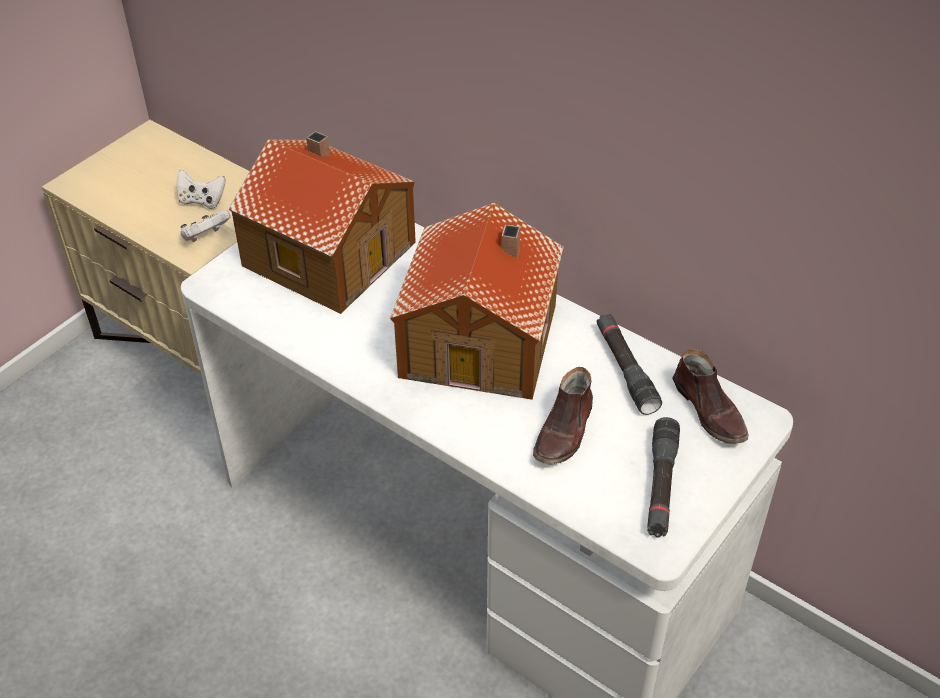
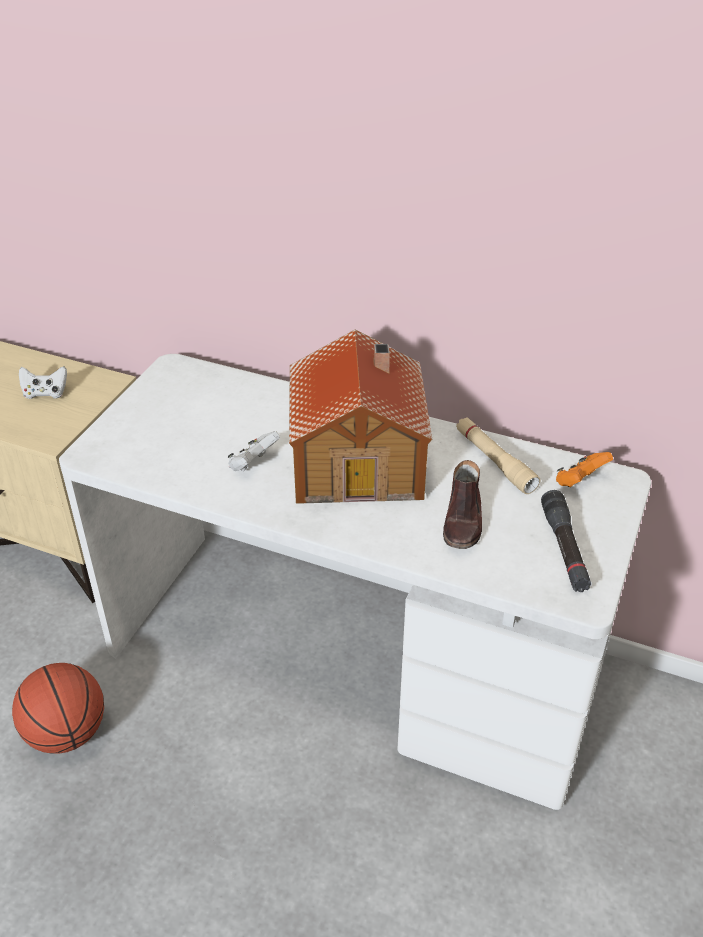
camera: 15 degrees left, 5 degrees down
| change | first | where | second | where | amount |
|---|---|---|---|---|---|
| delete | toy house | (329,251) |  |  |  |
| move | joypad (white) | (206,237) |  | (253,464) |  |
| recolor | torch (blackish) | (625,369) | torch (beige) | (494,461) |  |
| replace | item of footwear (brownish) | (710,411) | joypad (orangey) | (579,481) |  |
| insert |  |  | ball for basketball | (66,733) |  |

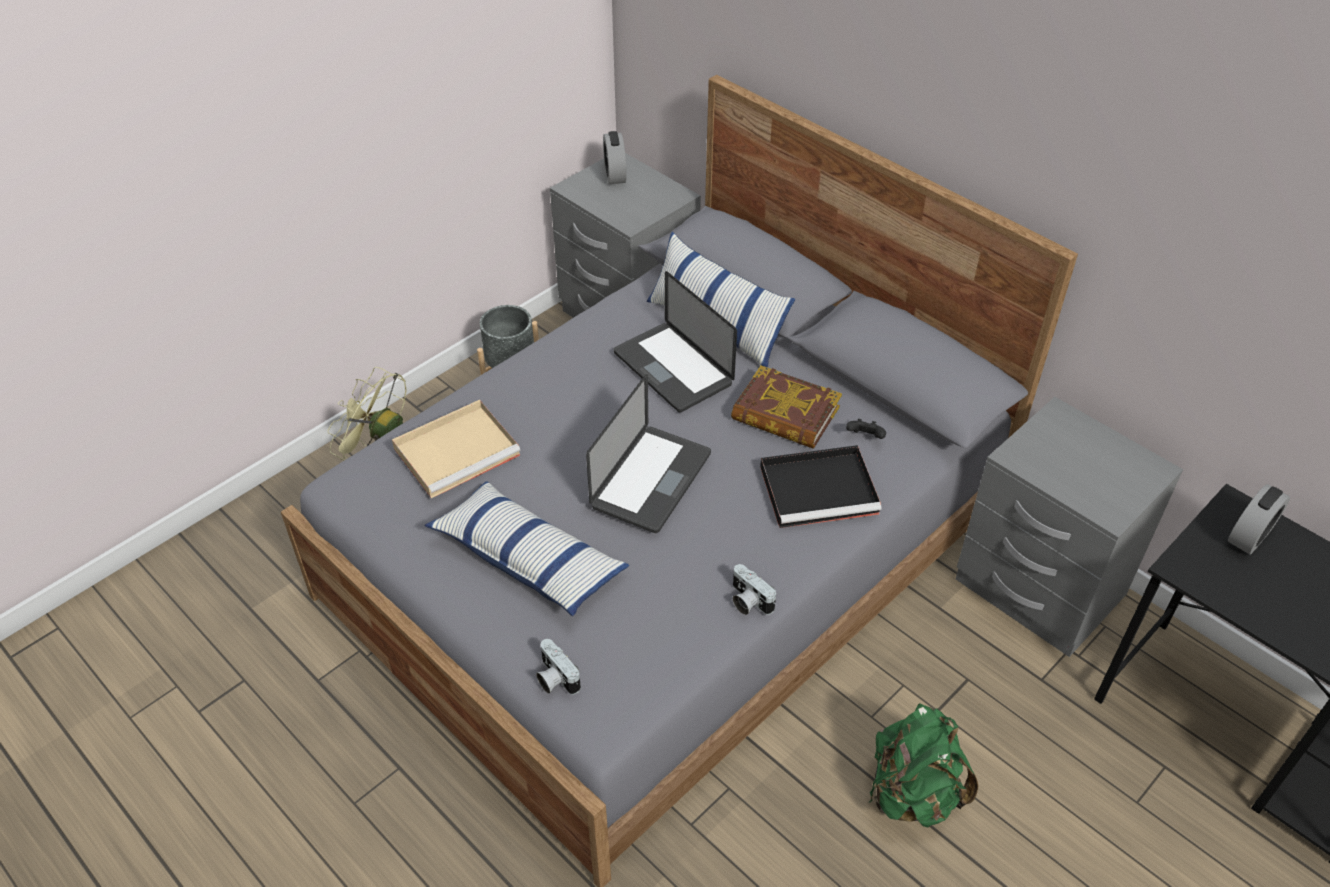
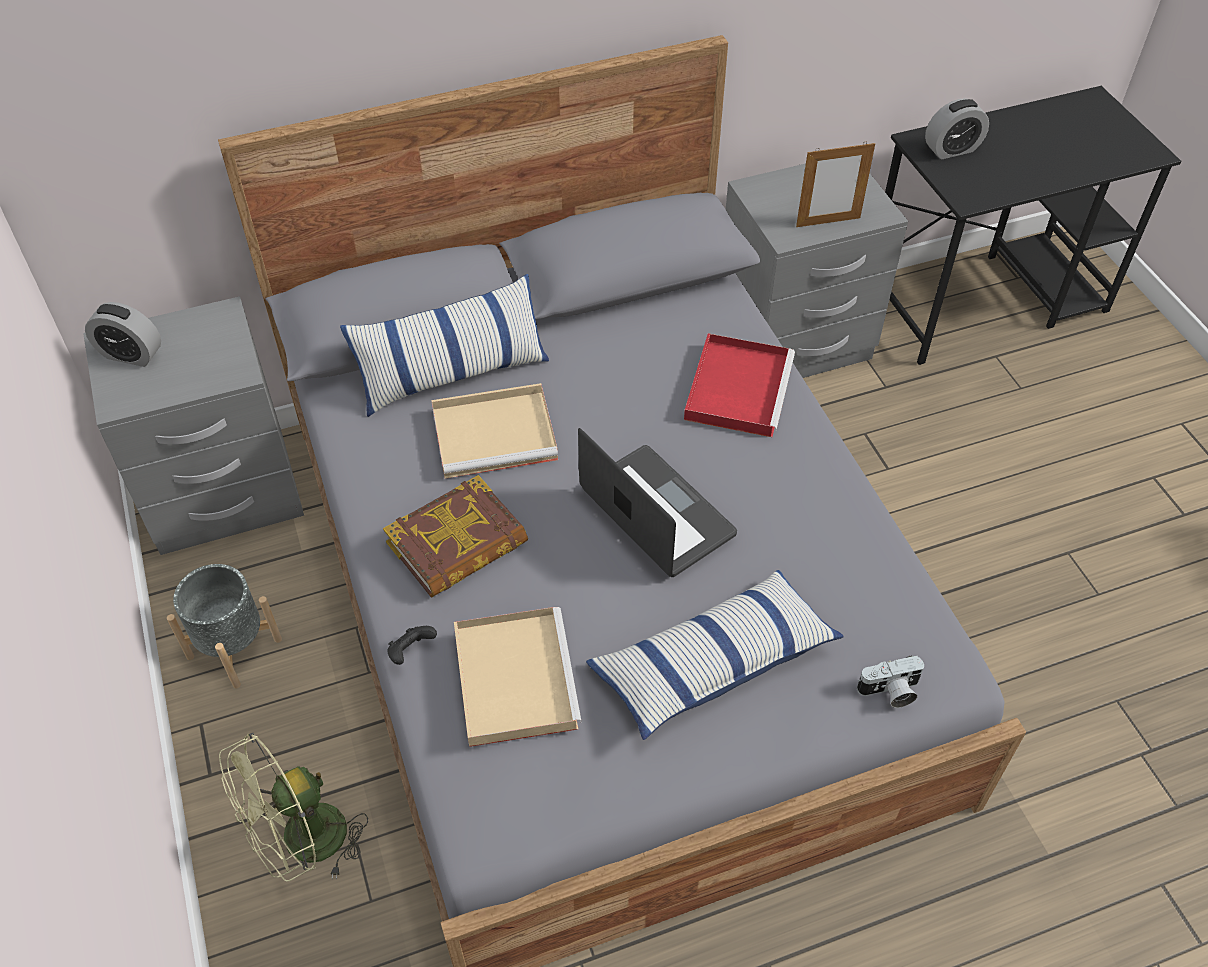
camera: 65 degrees left, 5 degrees up
| change | first | where | second | where | amount |
|---|---|---|---|---|---|
| replace | portable computer | (672,368) | carrying tray (beige) | (497,433) |  |
| move | book | (785,414) |  | (458,544) |  |
| move | joypad (blackish) | (865,438) |  | (411,652) |  |
| recolor | carrying tray (blackish) | (821,489) | carrying tray (red-coloured) | (738,387) |  |
| rotate | table clock | (1249,536) |  | (951,149) | 90 degrees clockwise |
| delete | photo camera | (748,601) |  |  |  |
| delete | knapsack (green-coloured) | (912,793) |  |  |  |
| insert |  |  | standing frame | (828,222) |  |

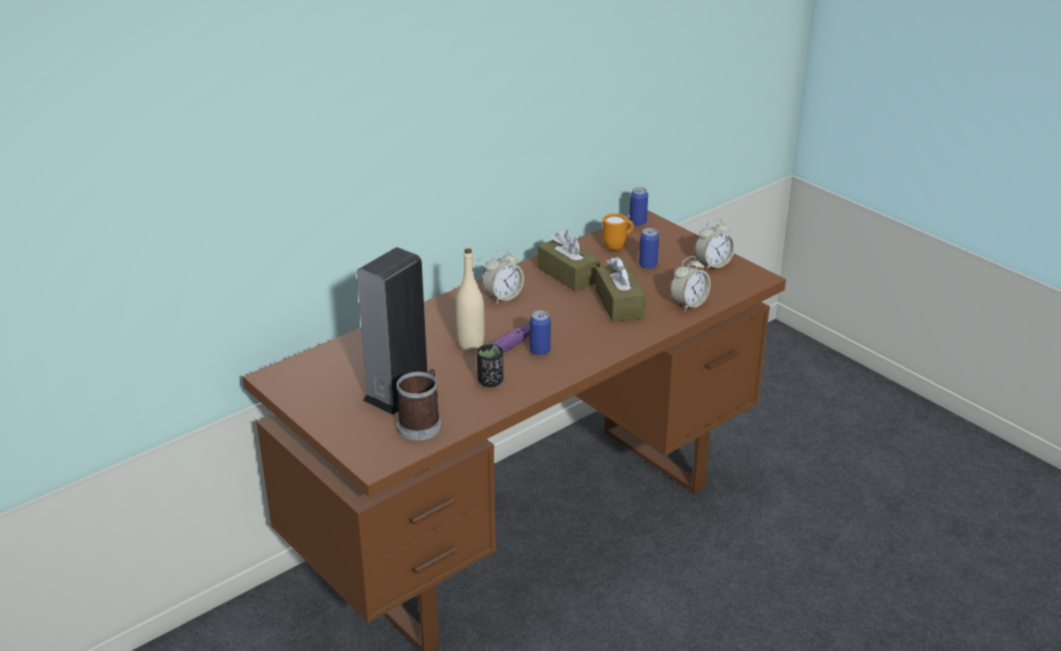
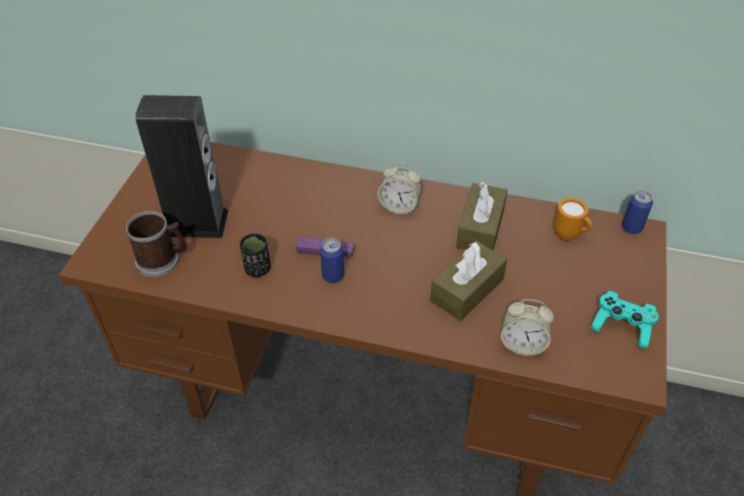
camera: 55 degrees right, 15 degrees up
| change | first | where | second | where | amount |
|---|---|---|---|---|---|
| replace | table clock | (713,264) | joypad (turquoise-coloured) | (622,326) |  |
| delete | can | (648,265) |  |  |  |
| delete | drink bottle (beige) | (470,343) |  |  |  |

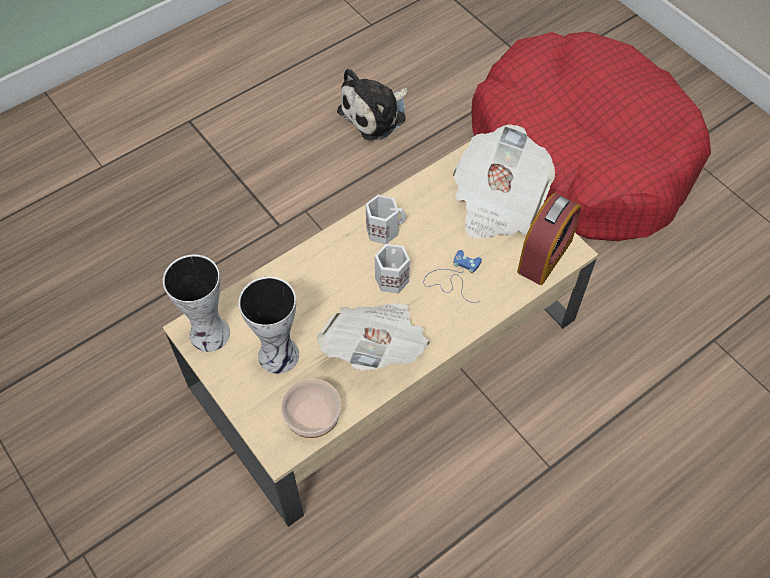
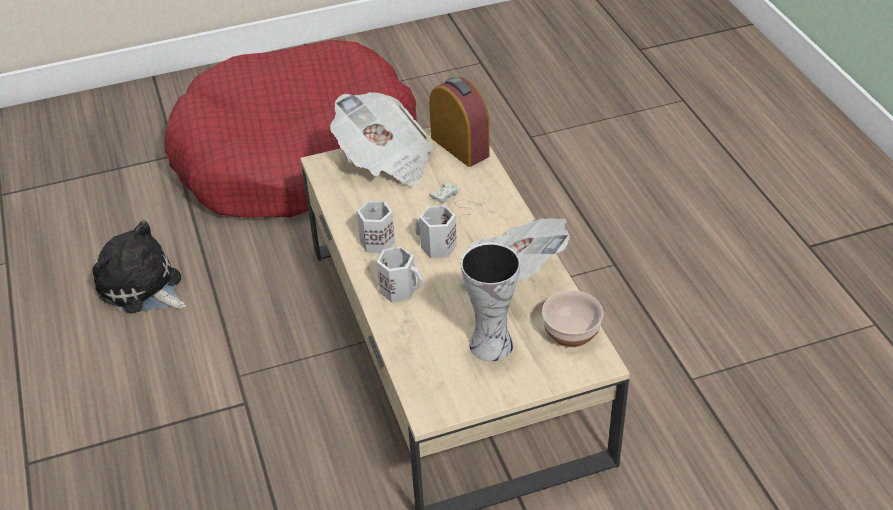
camera: 70 degrees left, 15 degrees down
| change | first | where | second | where | amount |
|---|---|---|---|---|---|
| rotate | cuddly toy | (375,114) |  | (142,288) | 150 degrees clockwise |
| recolor | joypad (bluish) | (453,277) | joypad (white) | (456,206) |  |
| delete | vase | (208,335) |  |  |  |
| insert |  |  | coffee mug (white) | (400,289) |  |

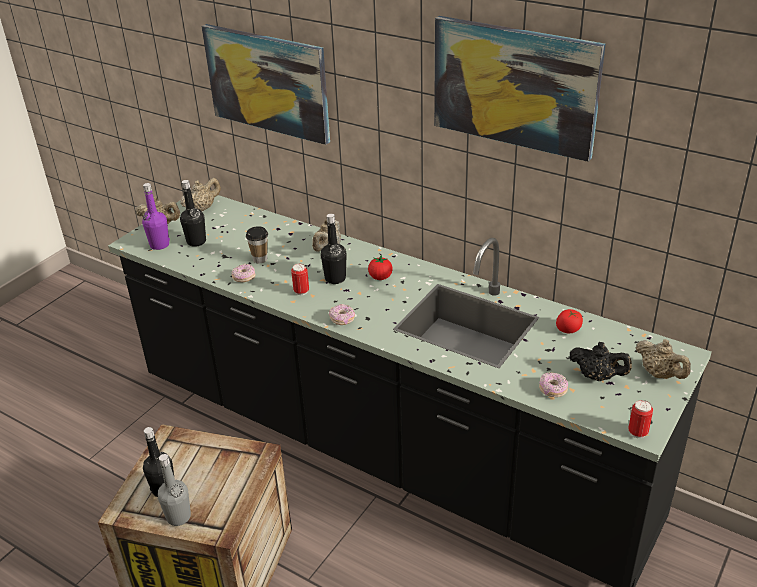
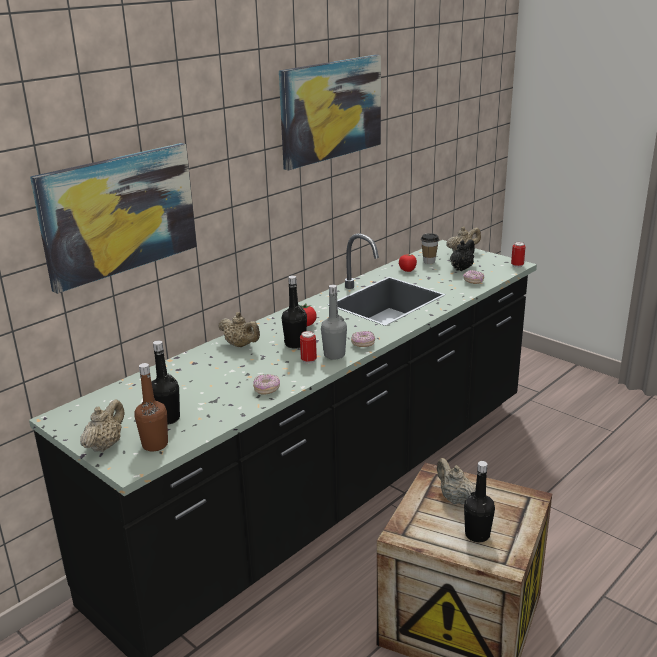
camera: 80 degrees left, 10 degrees down
| change | first | where | second | where | amount |
|---|---|---|---|---|---|
| move | teapot (beige) | (202,208) |  | (454,498) |  |
| recolor | drink bottle (purple) | (159,245) | drink bottle (brownish) | (155,445) |  |
| move | drinking cup | (260,259) |  | (429,261) |  |
| move | drink bottle (gray) | (178,517) |  | (334,355) |  |

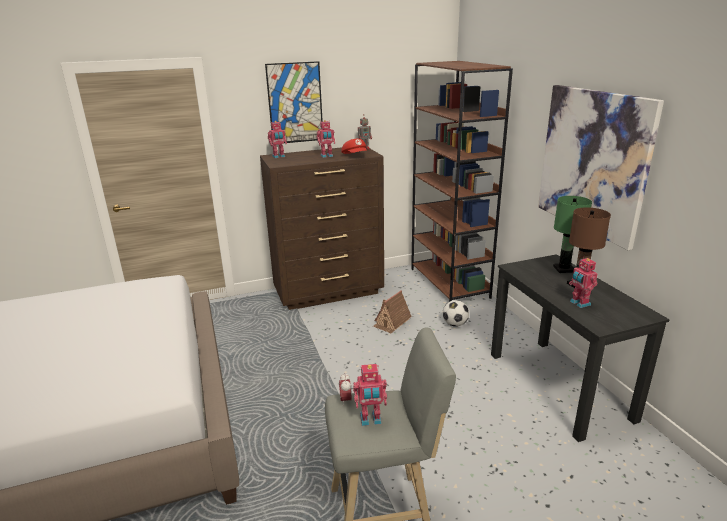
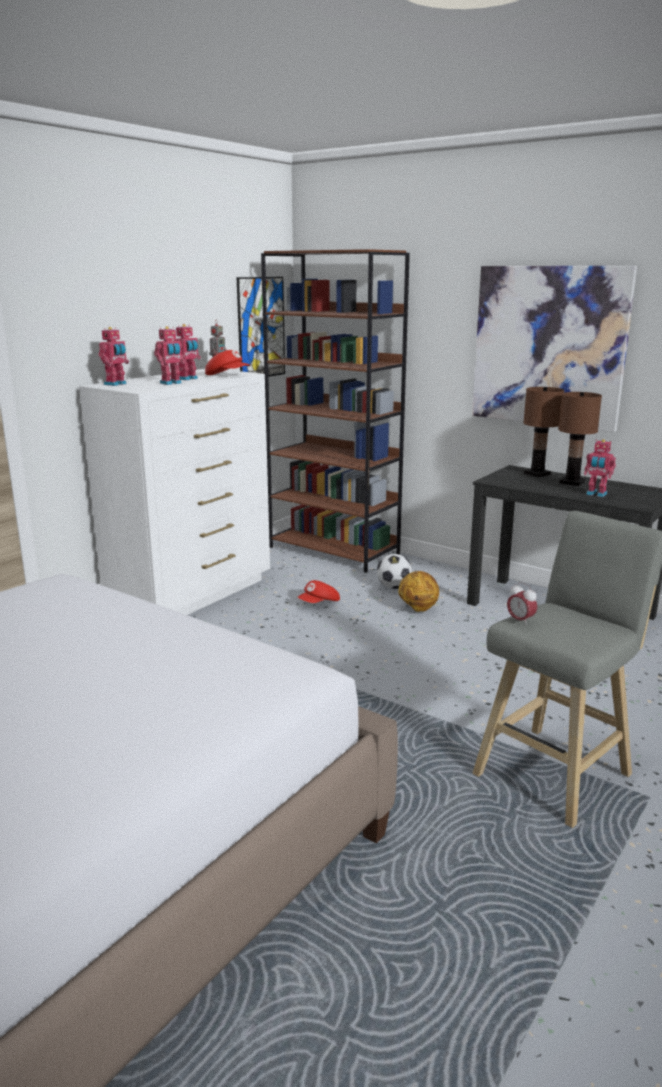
camera: 35 degrees left, 5 degrees down
| change | first | where | second | where | amount |
|---|---|---|---|---|---|
| move | wall art | (295,103) |  | (261,328) |  |
| recolor | drawer chest (brownish) | (329,292) | drawer chest (white) | (193,594) |  |
| recolor | tabletop lamp (green-coloured) | (564,269) | tabletop lamp (brownish) | (537,474) |  |
| replace | toy house | (391,322) | peaked cap (red-coloured) | (319,604) |  |
| move | robot figure | (370,420) |  | (171,383) |  |
| insert |  |  | ball for basketball | (418,609) |  |

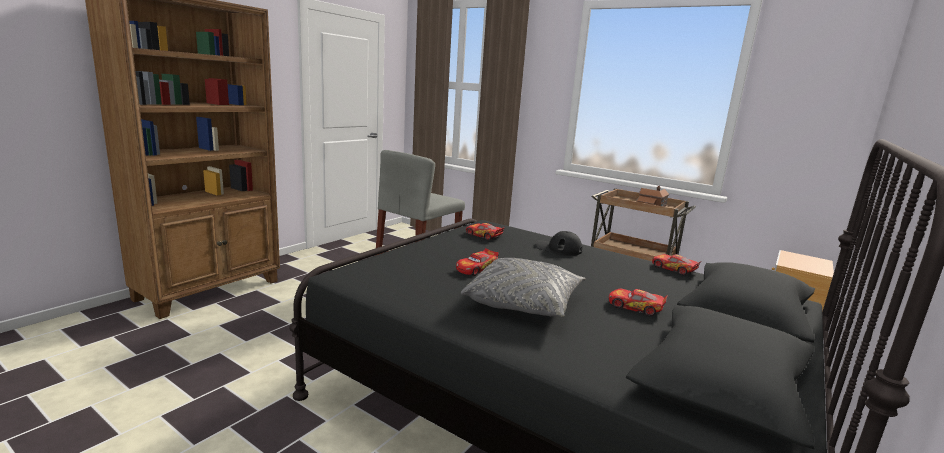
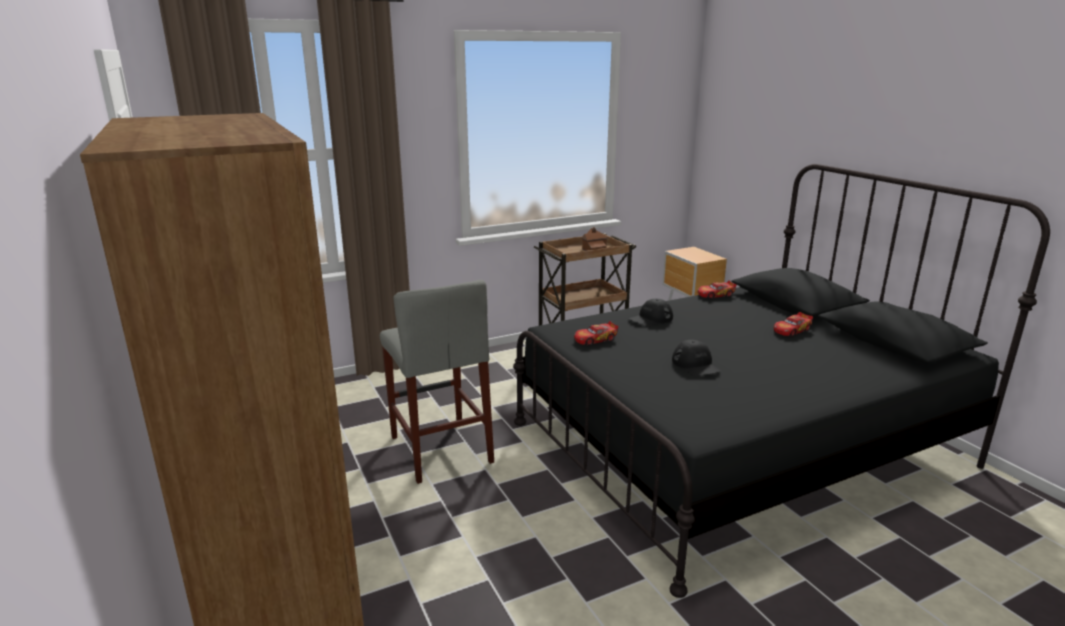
camera: 60 degrees left, 5 degrees up
| change | first | where | second | where | amount |
|---|---|---|---|---|---|
| replace | toy car | (476,269) | peaked cap (blackish) | (696,365) |  |
| delete | pillow (gray) | (524,303) |  |  |  |

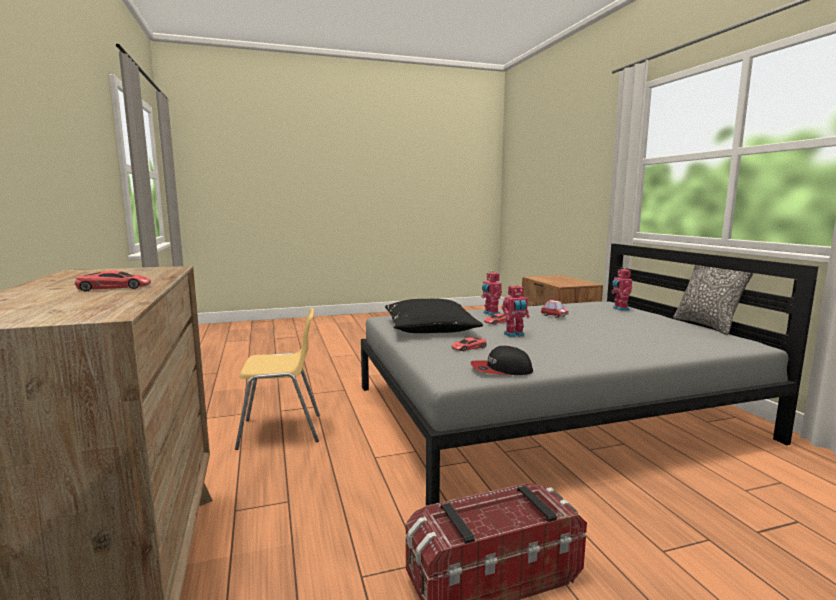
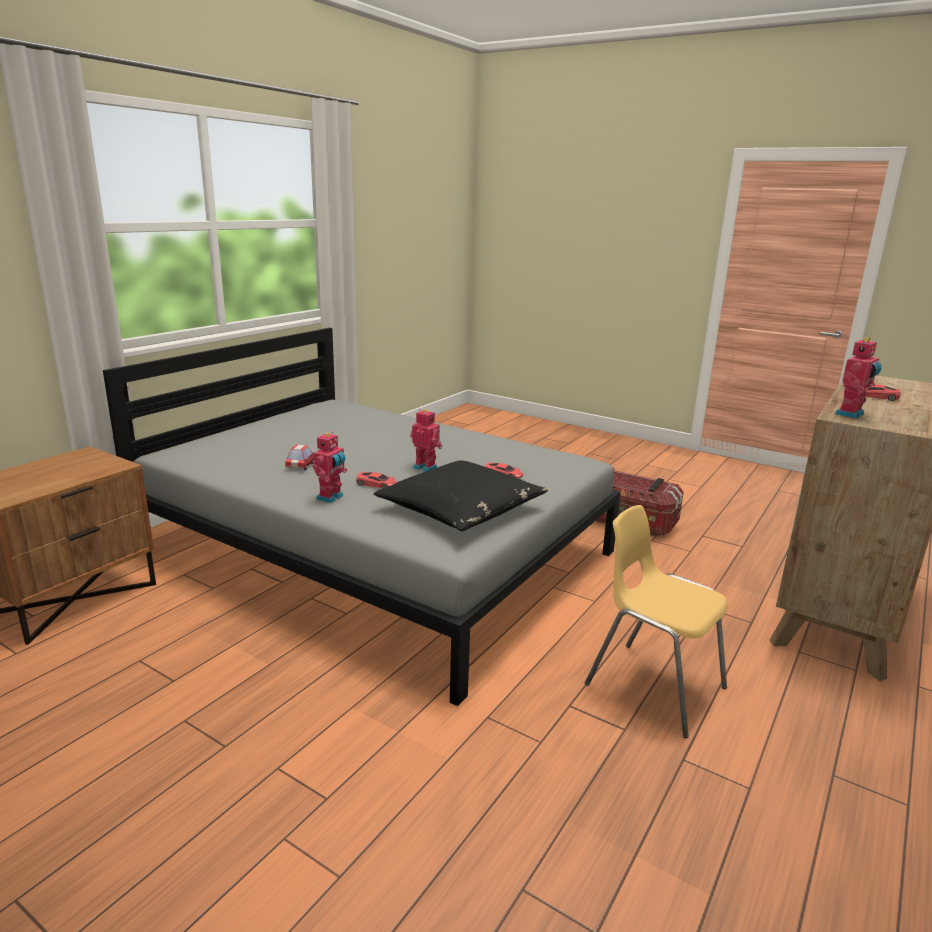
camera: 130 degrees left, 10 degrees up
| change | first | where | second | where | amount |
|---|---|---|---|---|---|
| delete | pillow | (707,325) |  |  |  |
| move | robot figure | (620,309) |  | (851,414) |  |
| delete | peaked cap | (501,370) |  |  |  |

